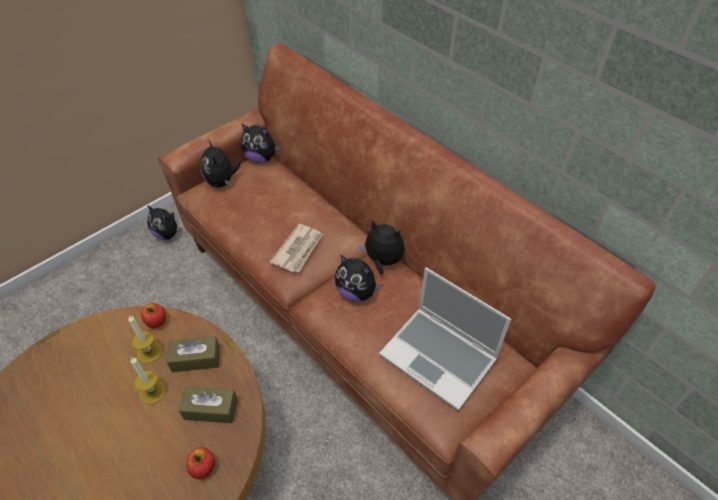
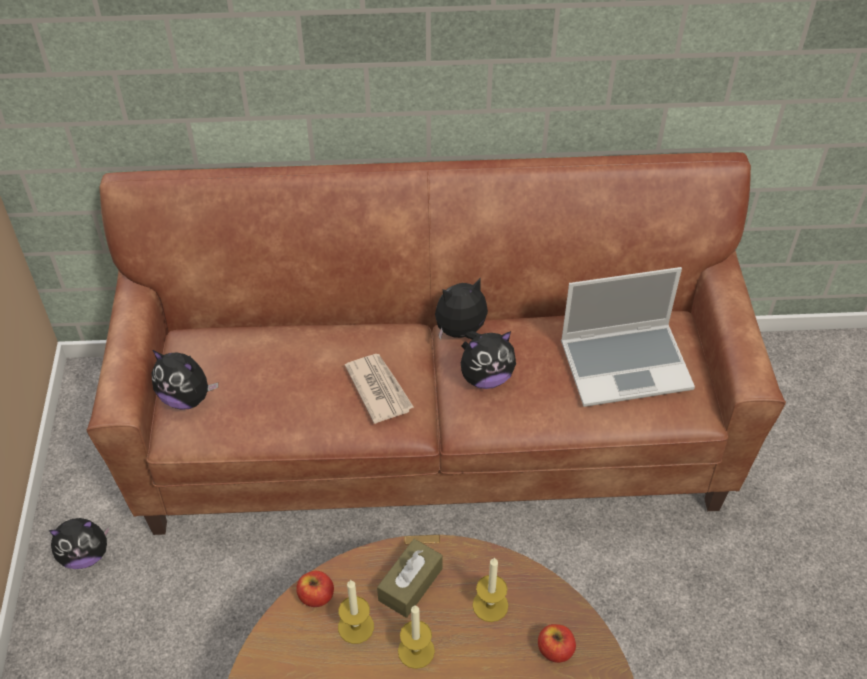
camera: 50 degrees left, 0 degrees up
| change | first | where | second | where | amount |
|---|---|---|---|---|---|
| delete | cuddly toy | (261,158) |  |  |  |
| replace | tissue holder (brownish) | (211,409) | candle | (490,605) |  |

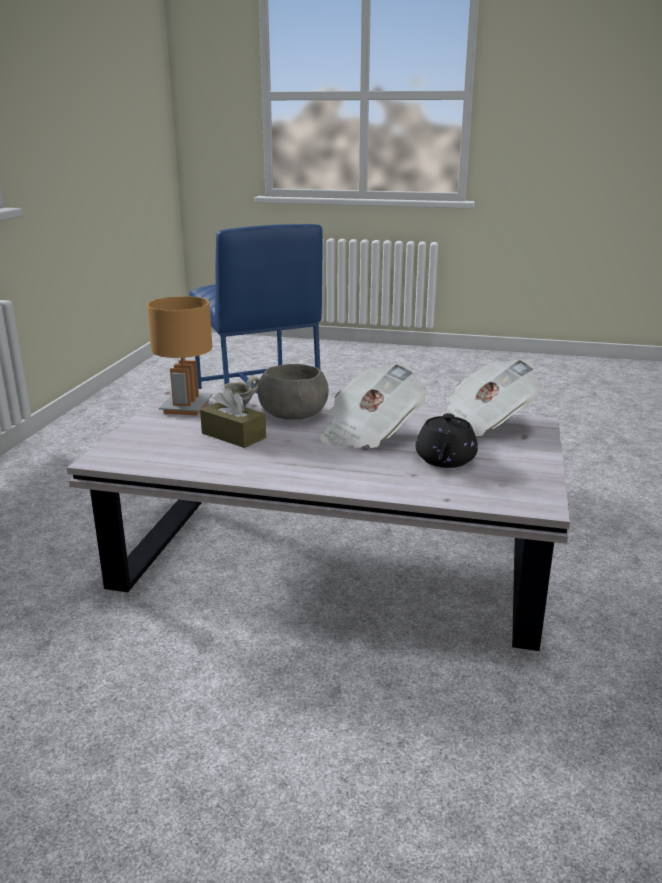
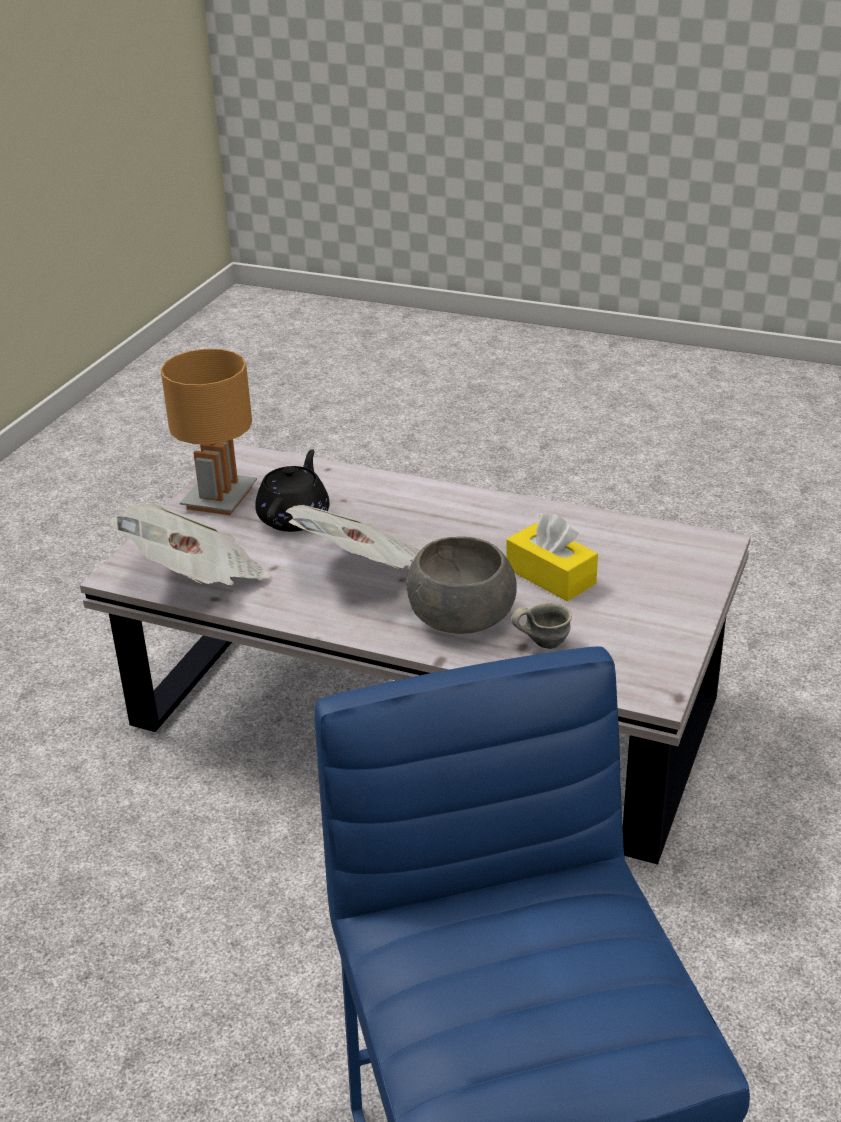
camera: 170 degrees left, 10 degrees up
| change | first | where | second | where | amount |
|---|---|---|---|---|---|
| move | tabletop lamp (brownish) | (187,407) |  | (219,498) |  |
| recolor | tissue holder (brownish) | (233,435) | tissue holder (yellow-coloured) | (550,576) |  |

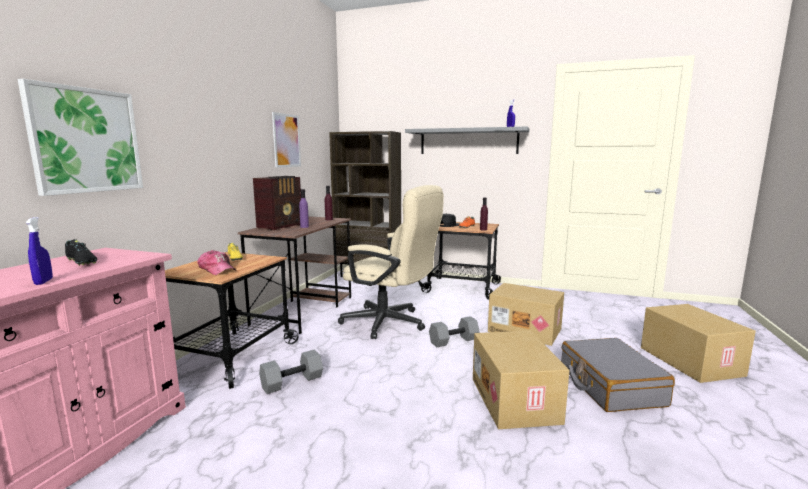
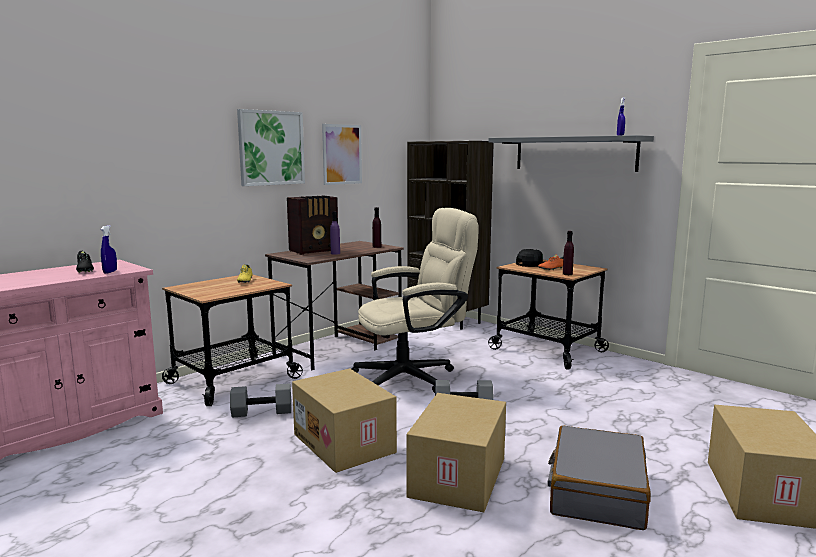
camera: 25 degrees right, 0 degrees up
| change | first | where | second | where | amount |
|---|---|---|---|---|---|
| move | wall art | (86,140) |  | (271,148) |  |
| rotate | desk chair (beige) | (391,323) |  | (414,376) | 75 degrees counterclockwise |
| move | sprayer (bluish) | (43,282) |  | (110,272) |  |
| delete | peaked cap | (217,269) |  |  |  |
| move | carton | (525,330) |  | (345,443) |  |

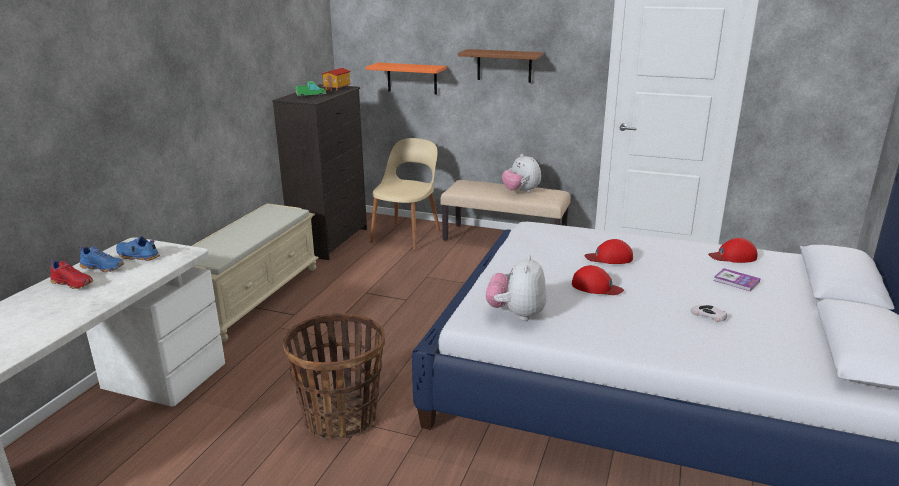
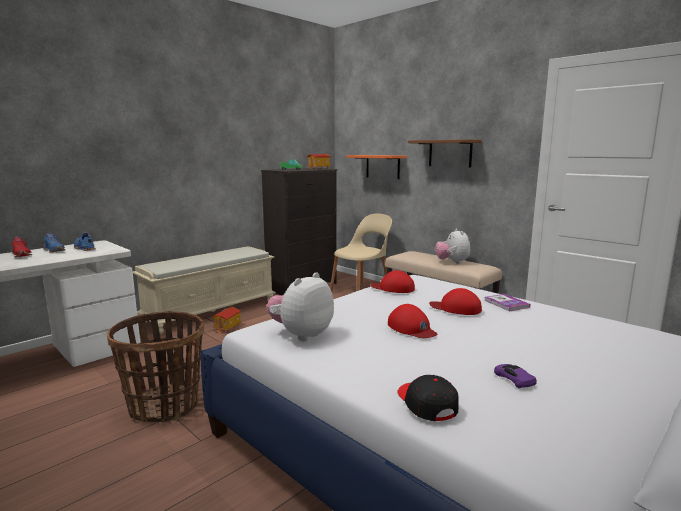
camera: 25 degrees right, 10 degrees down
| change | first | where | second | where | amount |
|---|---|---|---|---|---|
| move | peaked cap (red-coloured) | (733,256) |  | (393,288) |  |
| move | book | (736,281) |  | (506,303) |  |
| recolor | toy car (white) | (708,315) | toy car (purple) | (513,379) |  |
| insert |  |  | toy house | (228,327) |  |
| insert |  |  | peaked cap (blackish) | (426,404) |  |

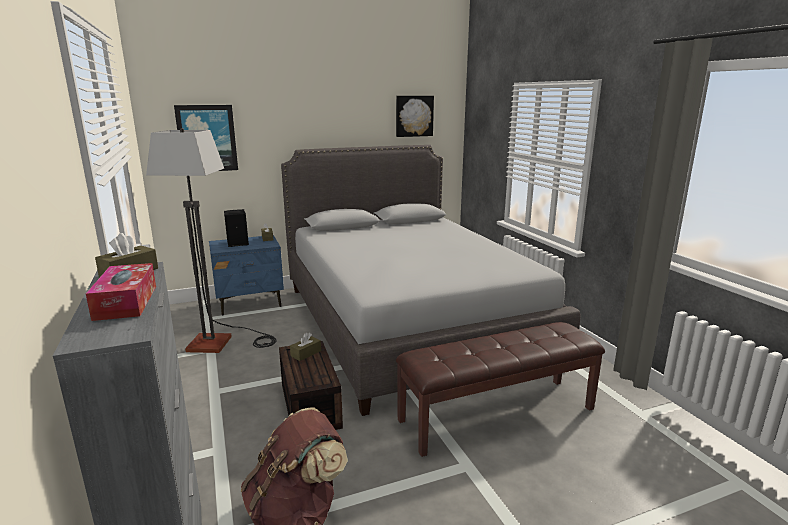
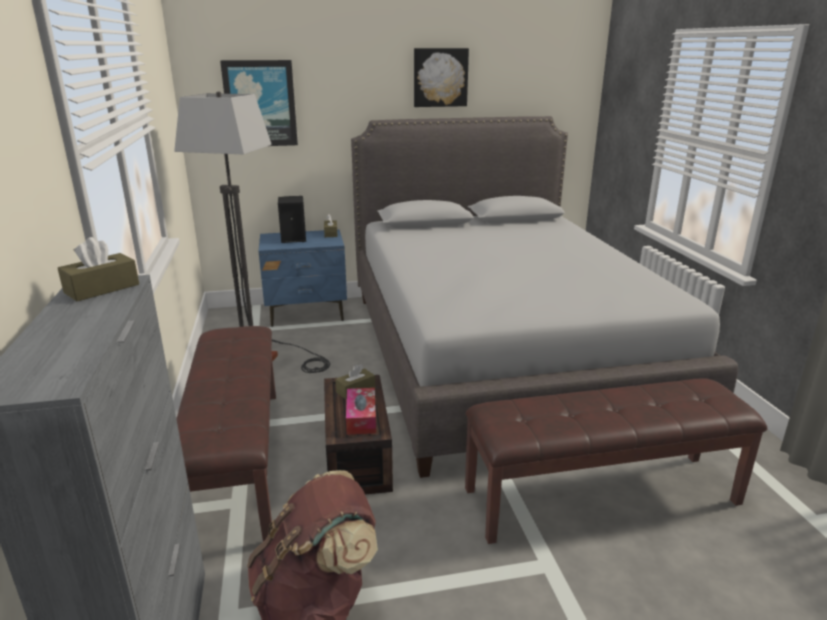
camera: 10 degrees right, 5 degrees up
| change | first | where | second | where | amount |
|---|---|---|---|---|---|
| move | wall art | (414,116) |  | (440,77) |  |
| move | tissue holder | (126,302) |  | (361,418) |  |
| insert |  |  | bench (brownish) | (236,461) |  |

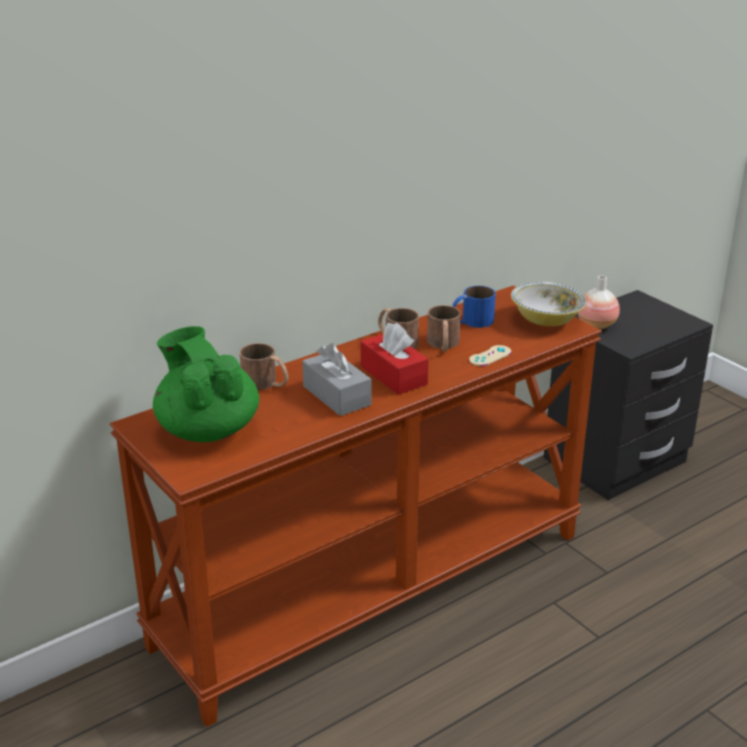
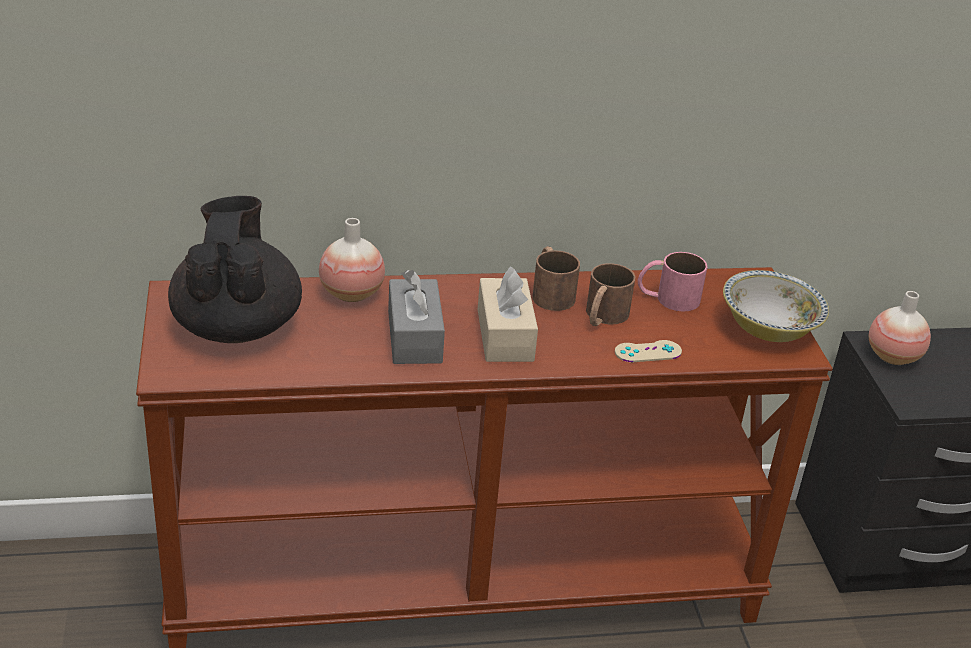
camera: 25 degrees right, 5 degrees up
| change | first | where | second | where | amount |
|---|---|---|---|---|---|
| recolor | coffee mug (bluish) | (471,322) | coffee mug (pinkish) | (667,298) |  |
| recolor | tissue holder (red-coloured) | (393,375) | tissue holder (beige) | (505,335) |  |
| recolor | teapot (green-coloured) | (207,429) | teapot (blackish) | (237,325) |  |
| replace | coffee mug (brownish) | (266,383) | vase | (351,293) |  |

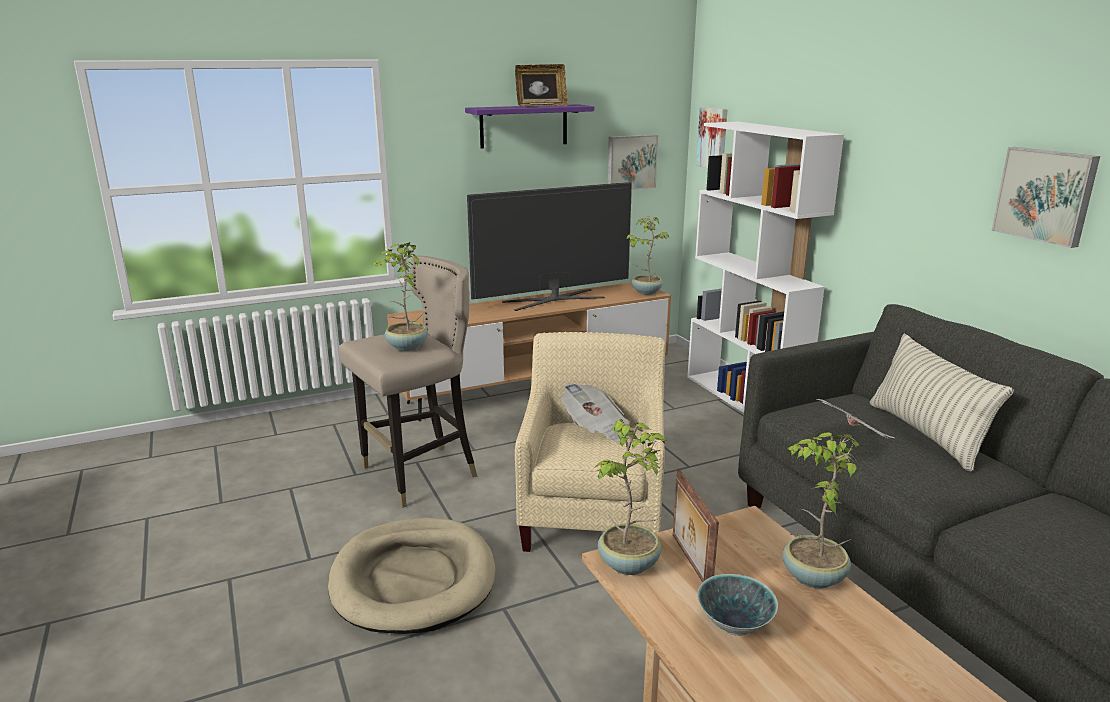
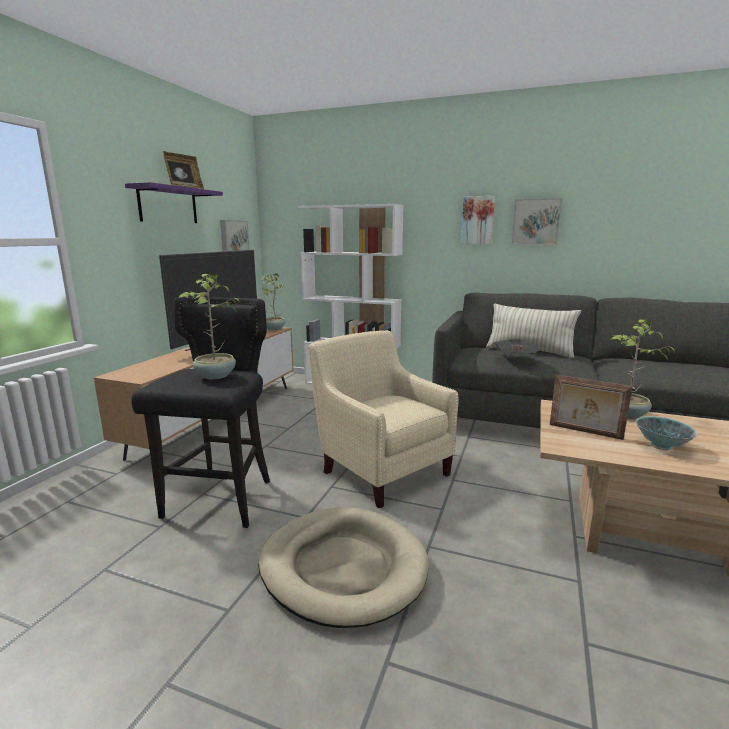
camera: 45 degrees left, 5 degrees down
| change | first | where | second | where | amount |
|---|---|---|---|---|---|
| move | wall art | (713,138) |  | (477,220) |  |
| recolor | sitting stool (beige) | (419,475) | sitting stool (blackish) | (221,501) |  |
| delete | daily paper | (595,429) |  |  |  |
| delete | houseplant | (630,564) |  |  |  |

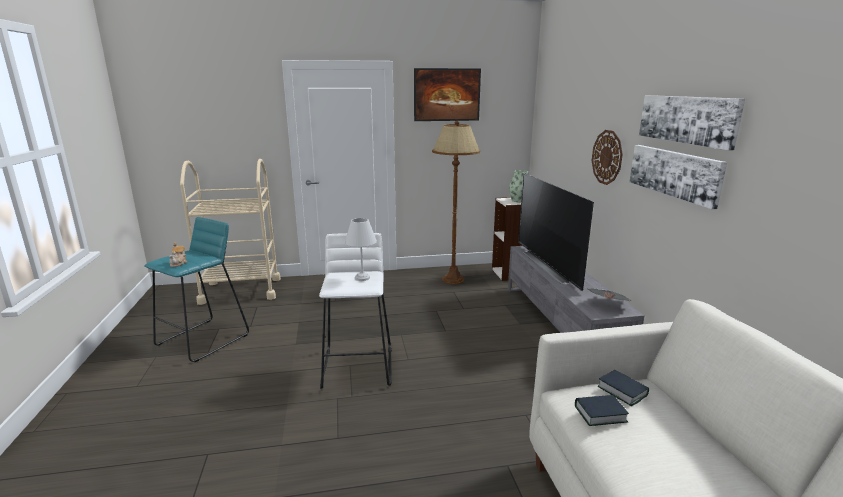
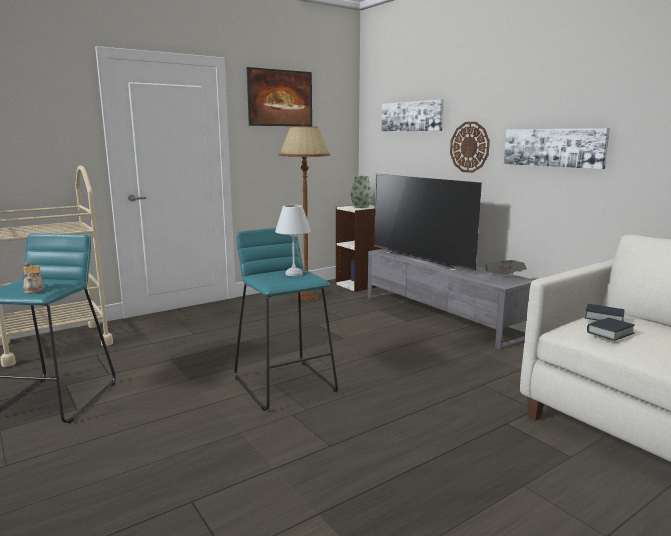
camera: 25 degrees left, 5 degrees down
| change | first | where | second | where | amount |
|---|---|---|---|---|---|
| move | wall art | (687,119) |  | (412,116) |  |
| recolor | sitting stool (white) | (358,366) | sitting stool (turquoise-coloured) | (285,384) |  |

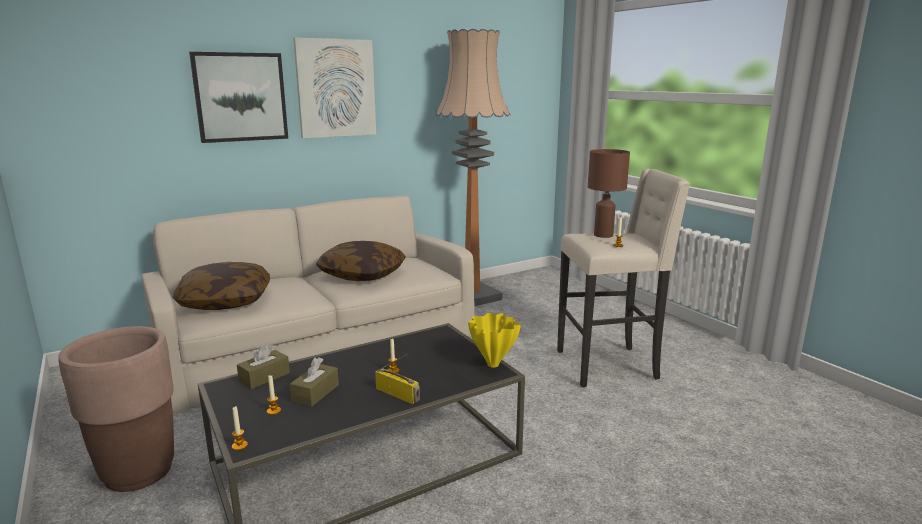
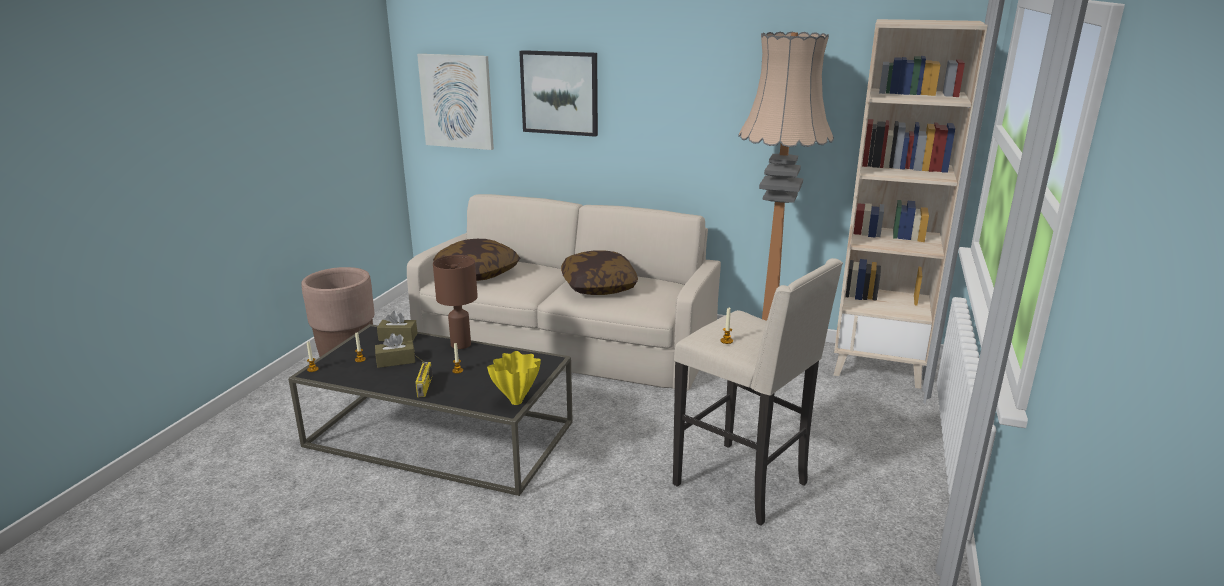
camera: 50 degrees right, 5 degrees up
| change | first | where | second | where | amount |
|---|---|---|---|---|---|
| move | wall art | (336,88) |  | (457,101) |  |
| move | tabletop lamp (brownish) | (603,235) |  | (460,345) |  |
| insert |  |  | bookcase (beige) | (878,366) |  |

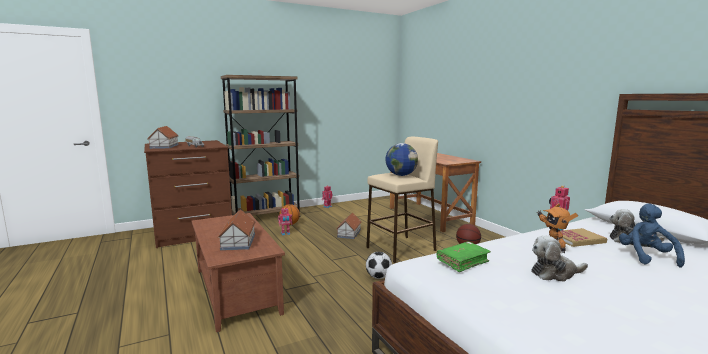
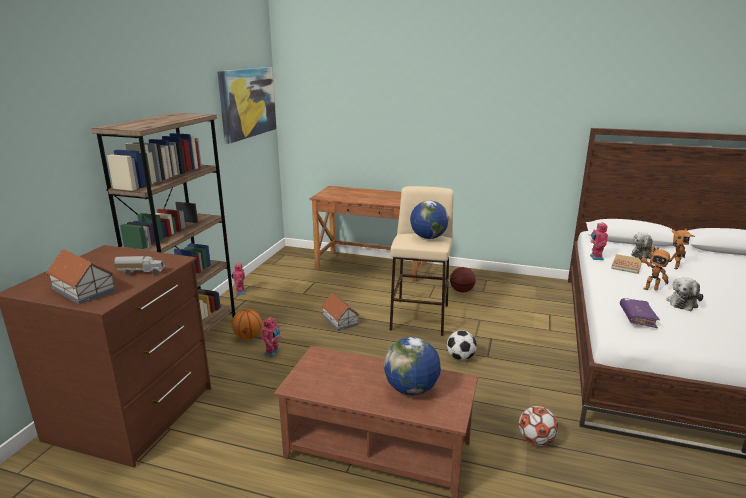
camera: 45 degrees left, 10 degrees up
| change | first | where | second | where | amount |
|---|---|---|---|---|---|
| replace | cuddly toy (bluish) | (646,257) | robot figure | (674,267) |  |
| replace | toy house | (238,242) | globe | (411,389) |  |
| recolor | book (green-coloured) | (462,261) | book (purple) | (637,317) |  |
| insert |  |  | wall art | (248,103) |  |
| insert |  |  | football | (536,440) |  |

